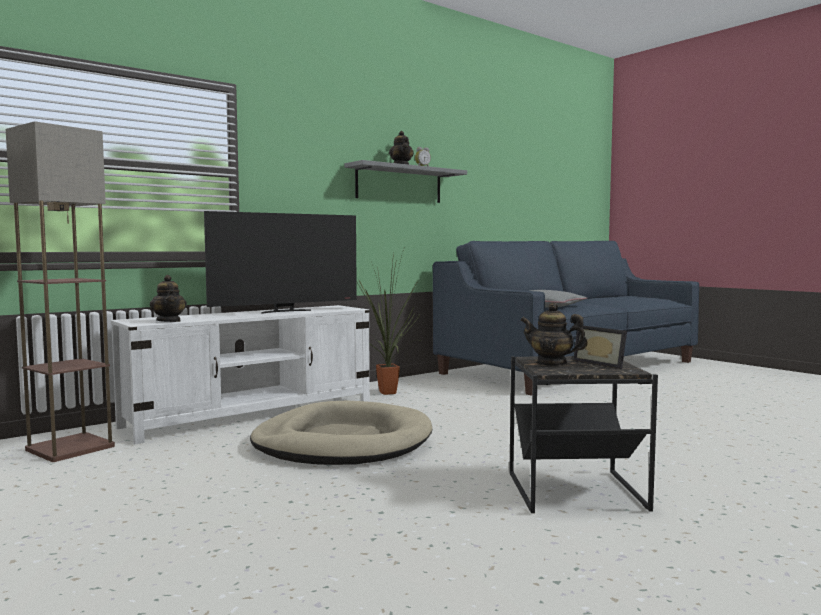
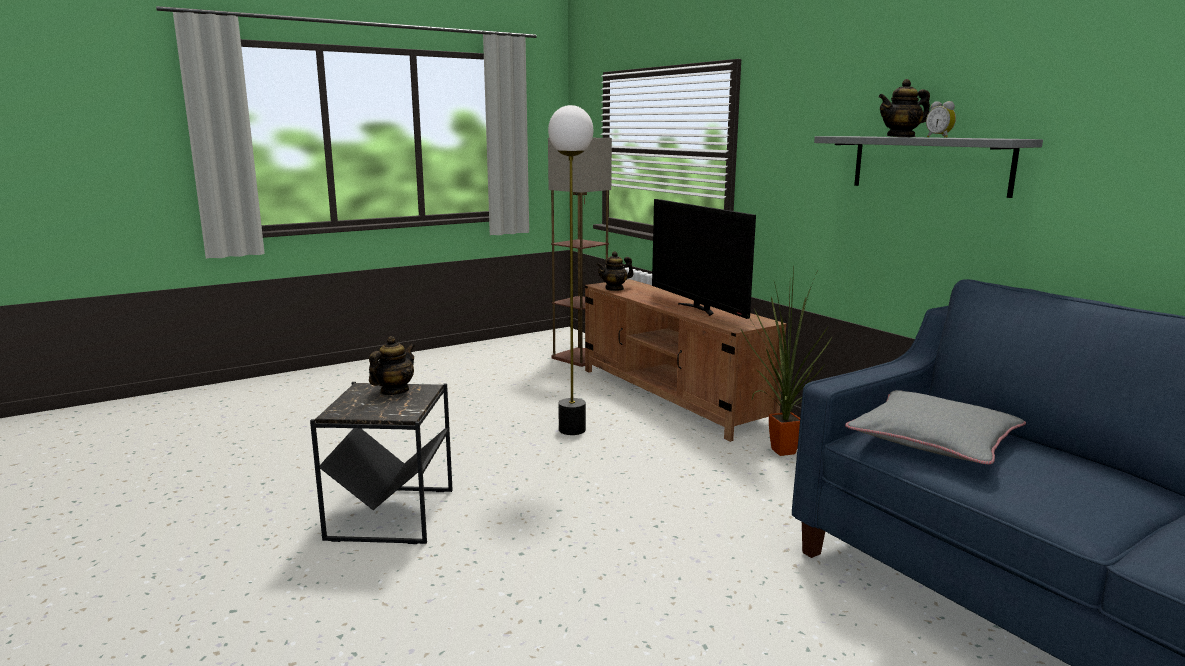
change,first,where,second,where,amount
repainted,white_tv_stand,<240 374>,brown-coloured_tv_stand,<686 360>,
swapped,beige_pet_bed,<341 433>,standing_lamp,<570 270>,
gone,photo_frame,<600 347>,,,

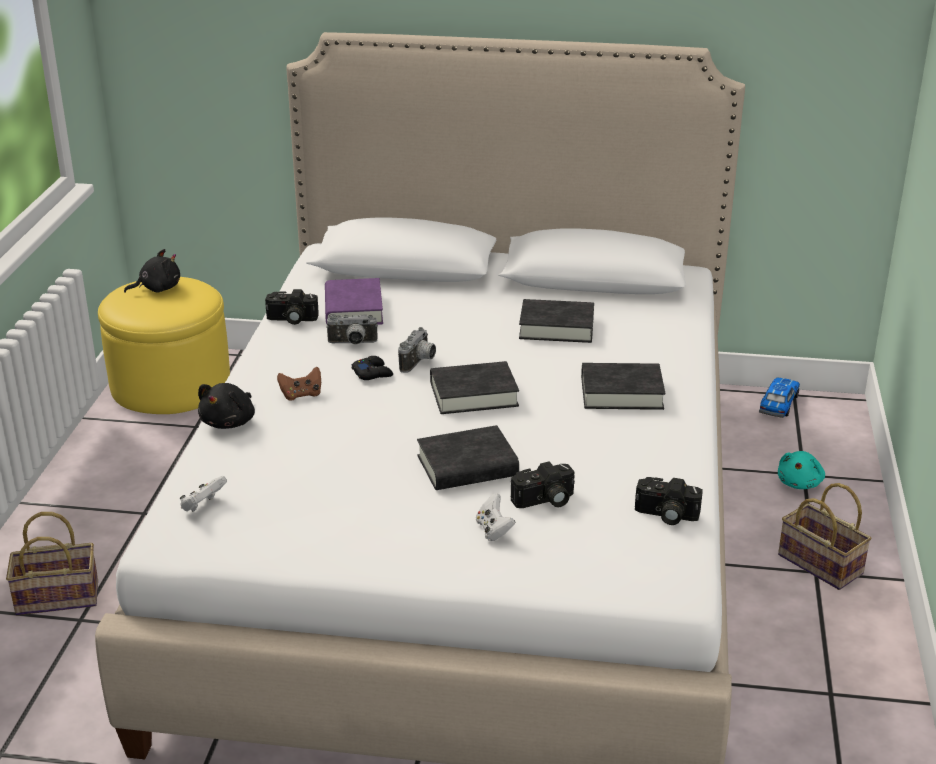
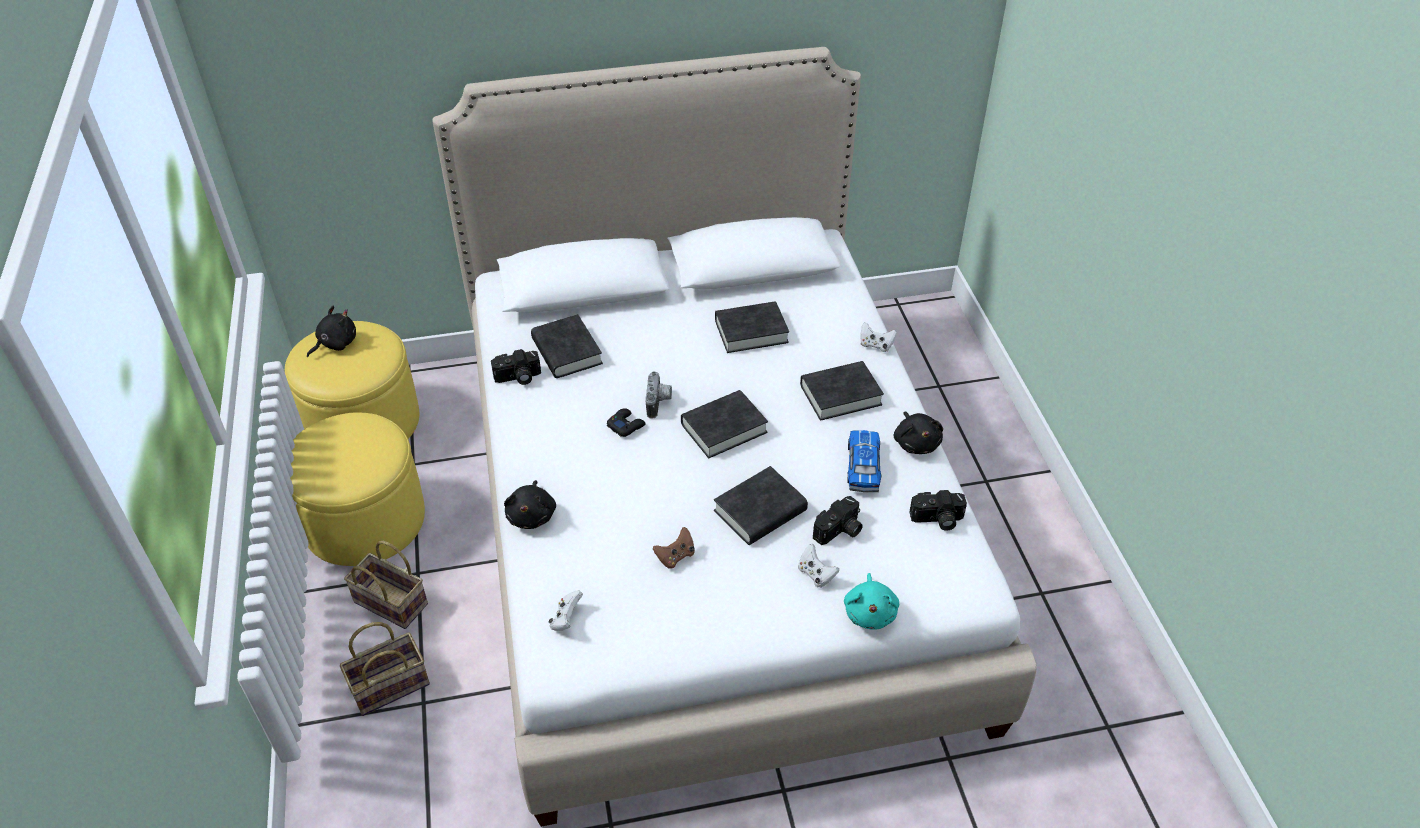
change,first,where,second,where,amount
shifted,brown-coloured_joypad,<299 384>,,<674 548>,
repainted,purplish_book,<354 301>,black-coloured_book,<567 346>,
gone,still_camera,<352 329>,,,
shifted,model_car,<779 397>,,<864 461>,
shifted,turquoise-coloured_cuddly_toy,<801 470>,,<871 601>,
shifted,basket,<824 536>,,<386 585>,
new,,,yellow-coloured_footrest,<357 489>,
new,,,white_joypad,<878 337>,
new,,,black-coloured_cuddly_toy,<918 432>,

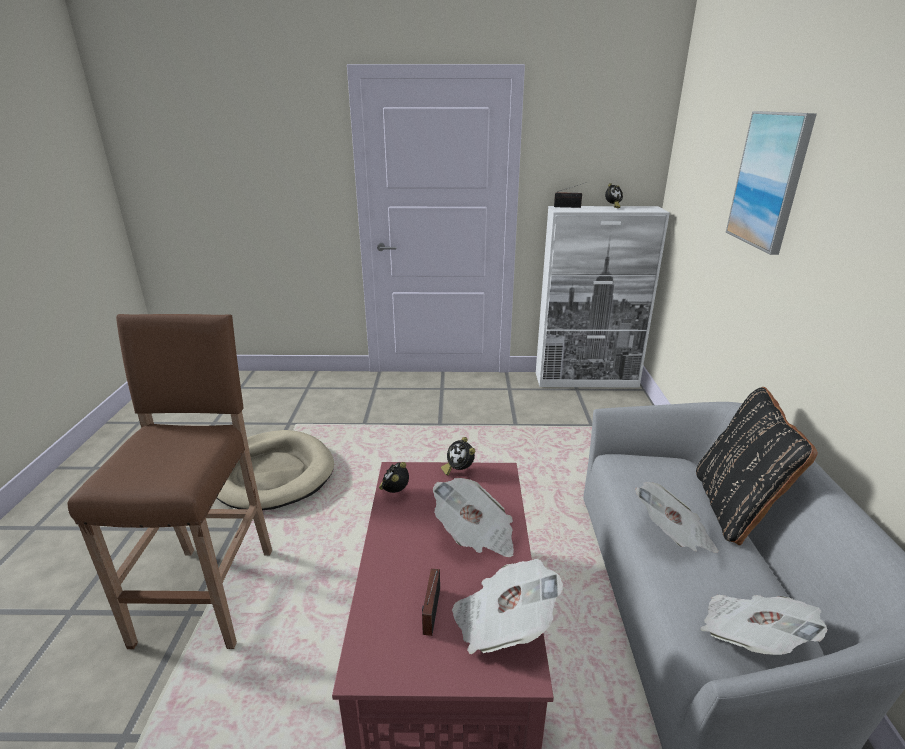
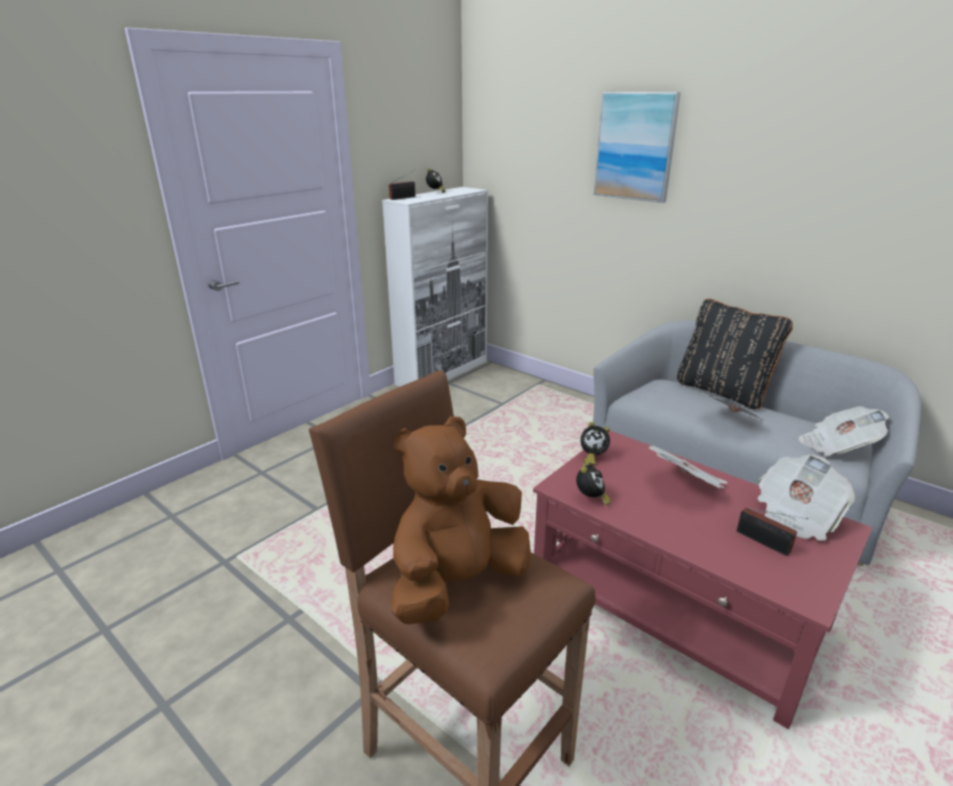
change,first,where,second,where,amount
gone,beige_pet_bed,<275 470>,,,
rotated,table_clock,<394 477>,,<593 483>,135 degrees counterclockwise
new,,,brown-coloured_cuddly_toy,<461 520>,

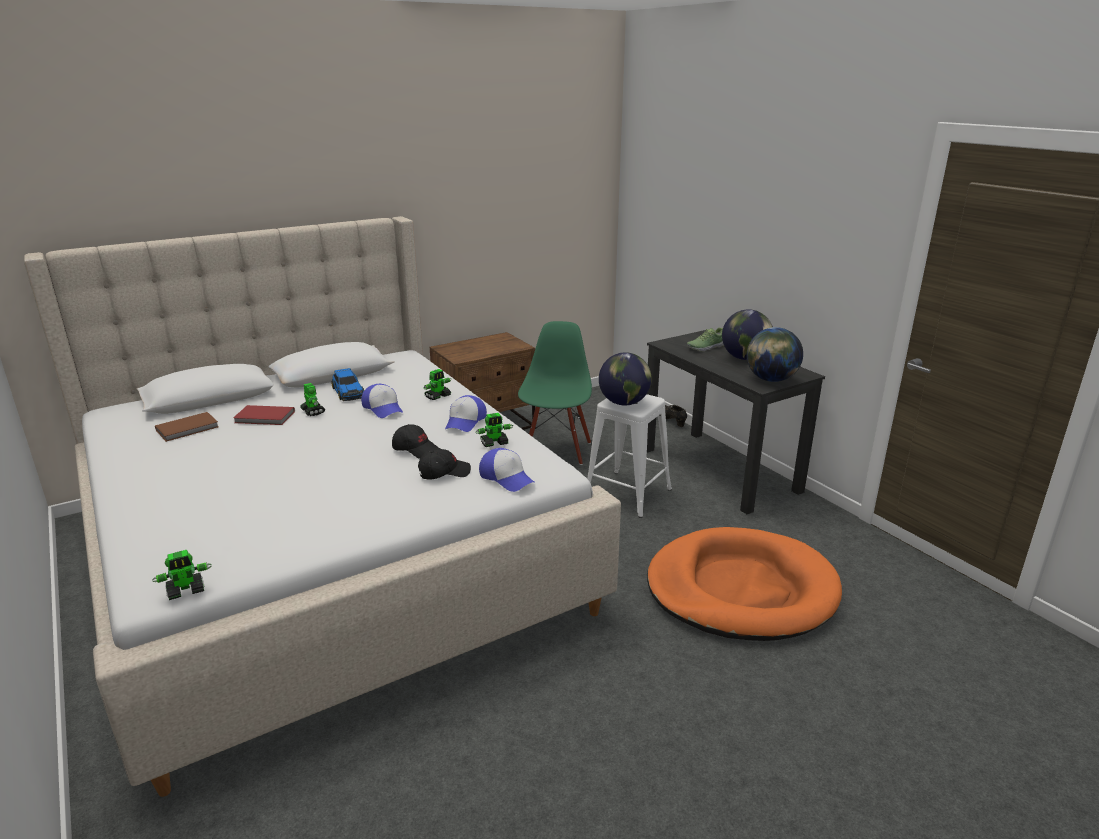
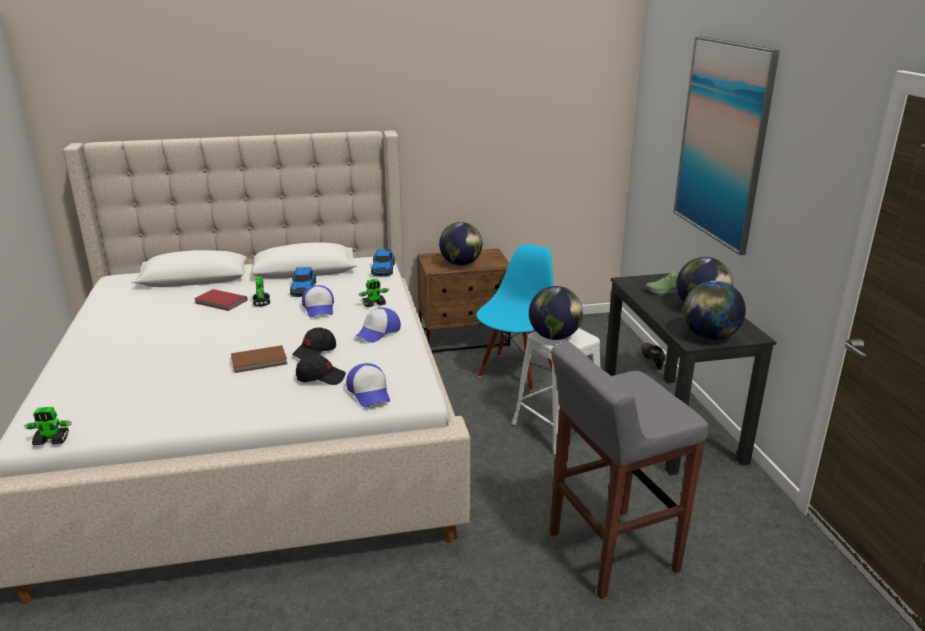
change,first,where,second,where,amount
shifted,brown-coloured_book,<187 427>,,<259 359>,
rotated,black-coloured_baseball_cap,<415 441>,,<314 343>,90 degrees clockwise
gone,toy_robot,<494 430>,,,
repainted,green-coloured_upright_chair,<555 393>,bluish_upright_chair,<515 317>,
swapped,orange-coloured_pet_bed,<744 584>,gray_stool_seat,<629 470>,
new,,,model_car,<383 262>,
new,,,globe,<460 244>,
new,,,picture,<726 145>,

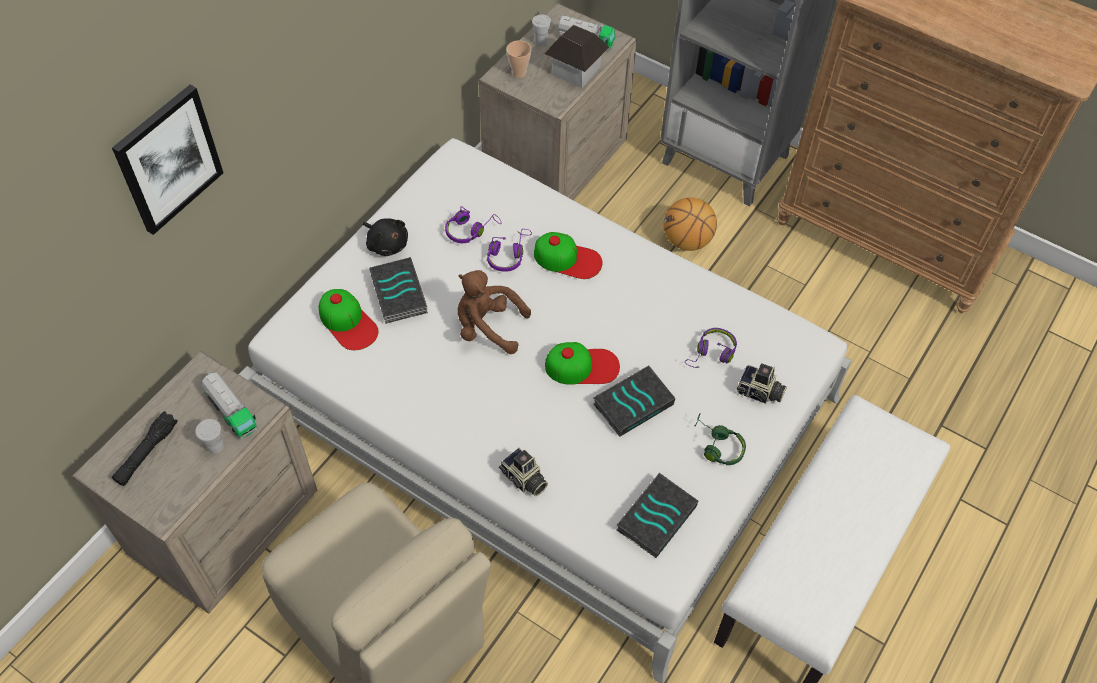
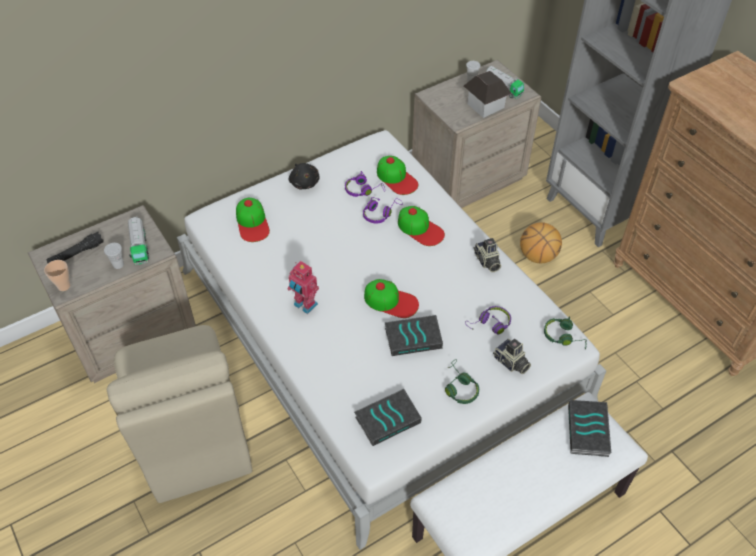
change,first,where,second,where,amount
gone,picture,<167 160>,,,
shifted,book,<398 290>,,<589 428>,
gone,brown-coloured_cuddly_toy,<494 312>,,,
shifted,still_camera,<523 472>,,<487 255>,
shifted,cup,<518 59>,,<57 275>,
new,,,toy_robot,<303 287>,
new,,,baseball_cap,<397 175>,
new,,,green-coloured_headset,<565 333>,

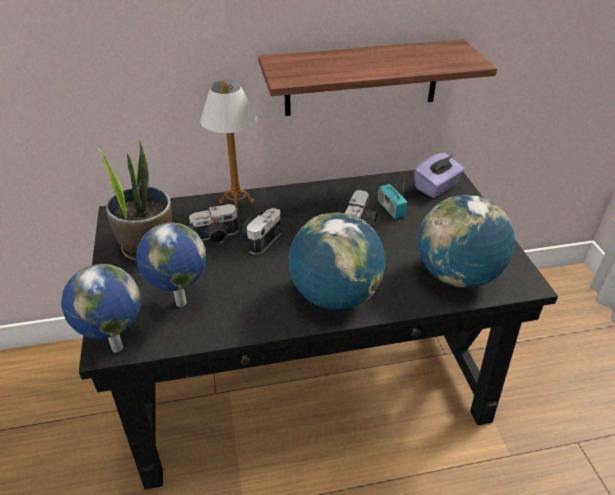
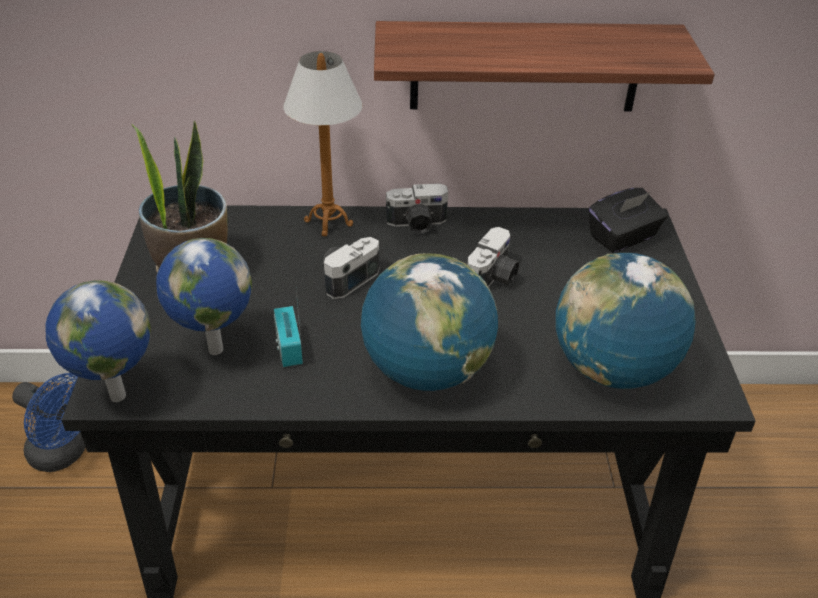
change,first,where,second,where,amount
shifted,still_camera,<214 224>,,<417 208>,
shifted,radio_set,<392 196>,,<288 328>,
repainted,purplish_tissue_holder,<439 175>,black-coloured_tissue_holder,<627 220>,
new,,,bluish_cooling_fan,<49 422>,

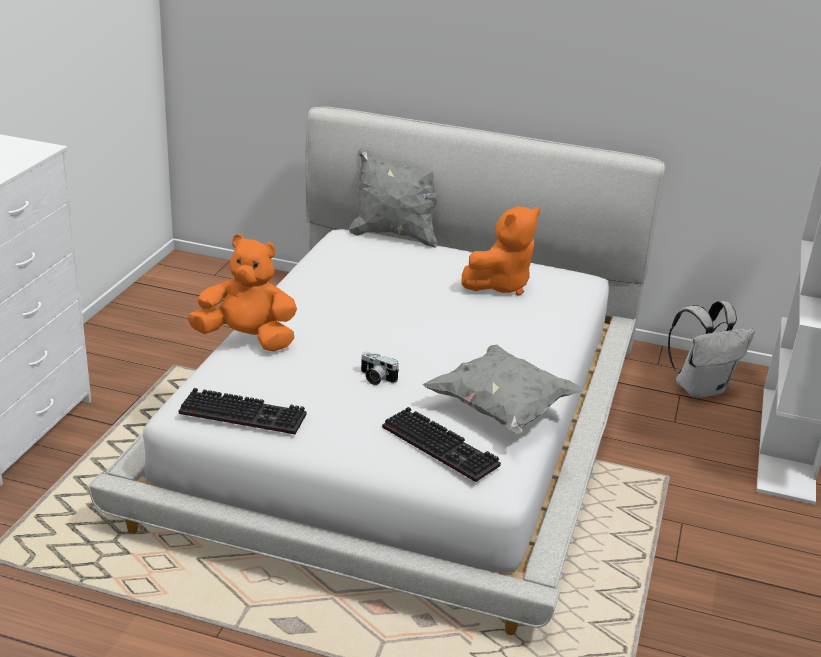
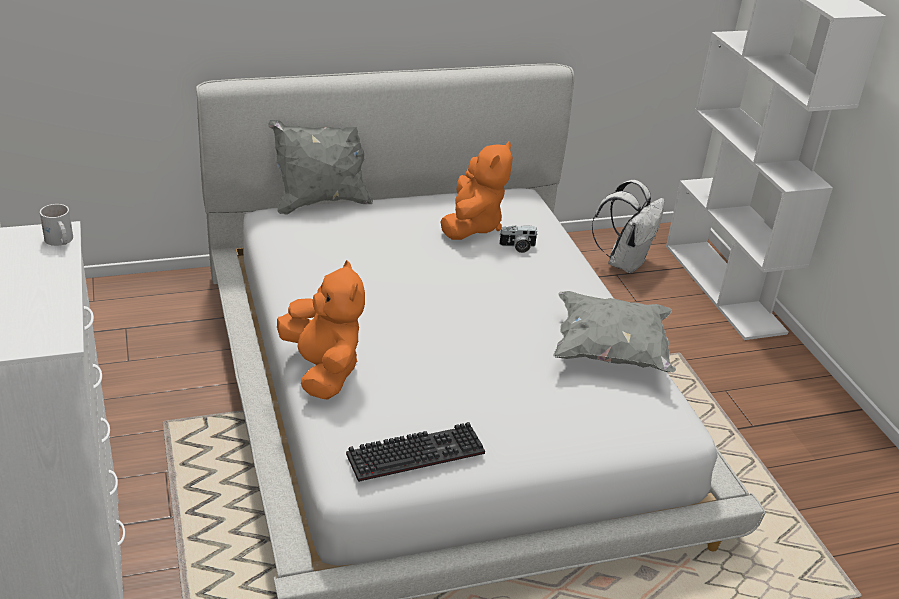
change,first,where,second,where,amount
rotated,orange-coloured_cuddly_toy,<242 292>,,<321 330>,90 degrees clockwise
shifted,still_camera,<380 368>,,<518 239>,
gone,PC_keyboard,<441 444>,,,
new,,,white_mug,<56 225>,

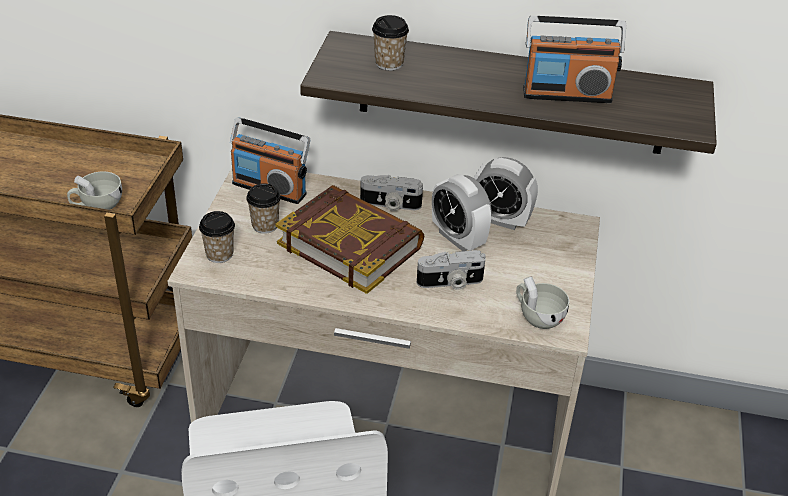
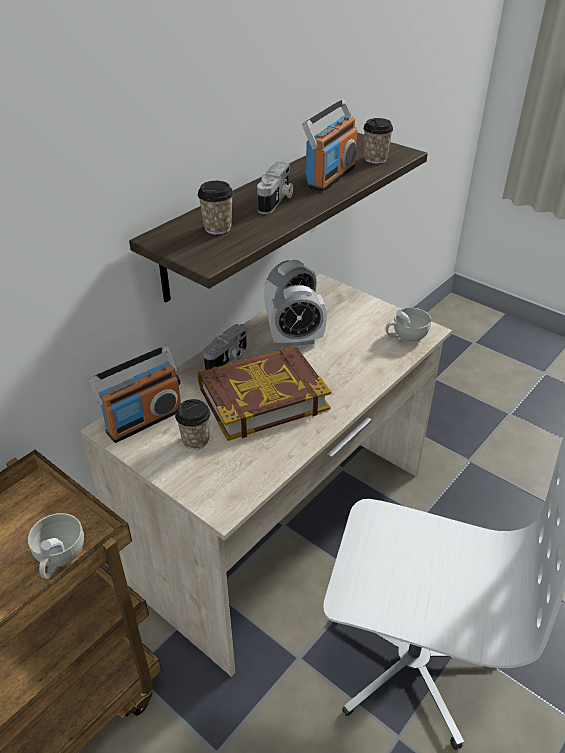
change,first,where,second,where,amount
shifted,cup,<217 237>,,<378 141>,
shifted,still_camera,<451 270>,,<275 188>,

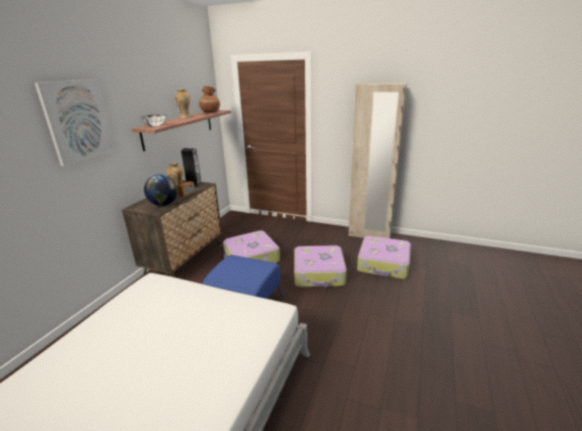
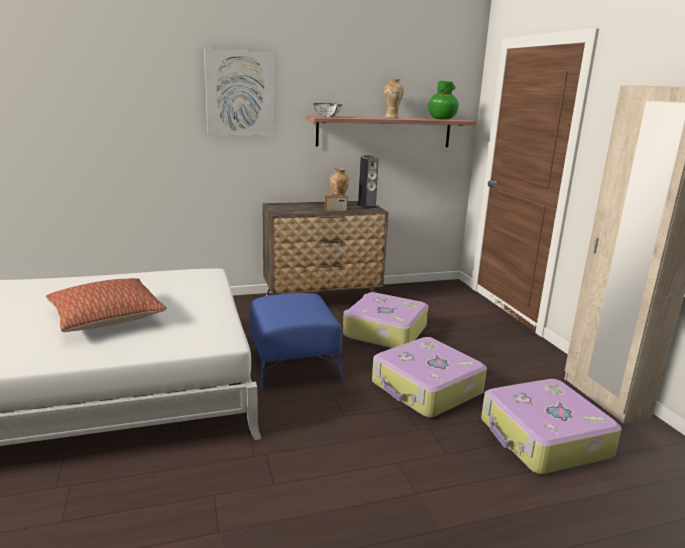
change,first,where,second,where,amount
gone,globe,<161 190>,,,
repainted,brown-coloured_decorative_vase,<209 99>,green-coloured_decorative_vase,<443 100>,
new,,,cushion,<106 305>,

